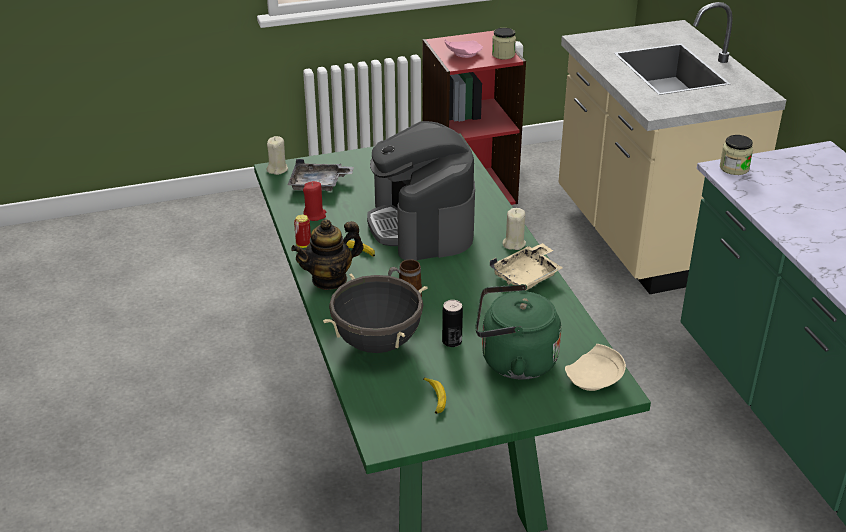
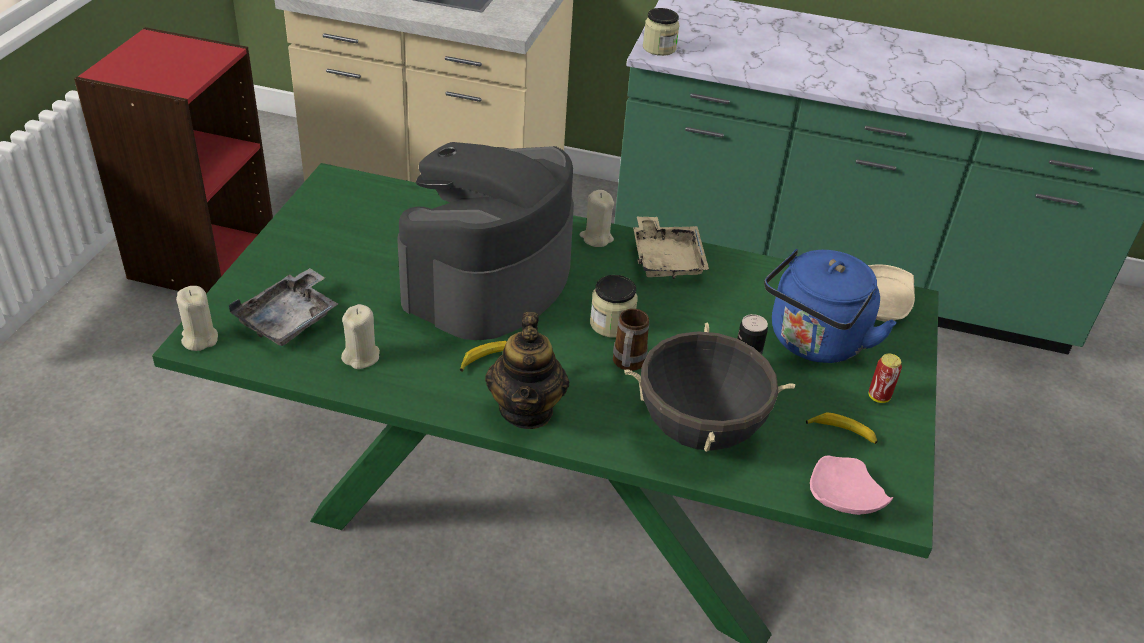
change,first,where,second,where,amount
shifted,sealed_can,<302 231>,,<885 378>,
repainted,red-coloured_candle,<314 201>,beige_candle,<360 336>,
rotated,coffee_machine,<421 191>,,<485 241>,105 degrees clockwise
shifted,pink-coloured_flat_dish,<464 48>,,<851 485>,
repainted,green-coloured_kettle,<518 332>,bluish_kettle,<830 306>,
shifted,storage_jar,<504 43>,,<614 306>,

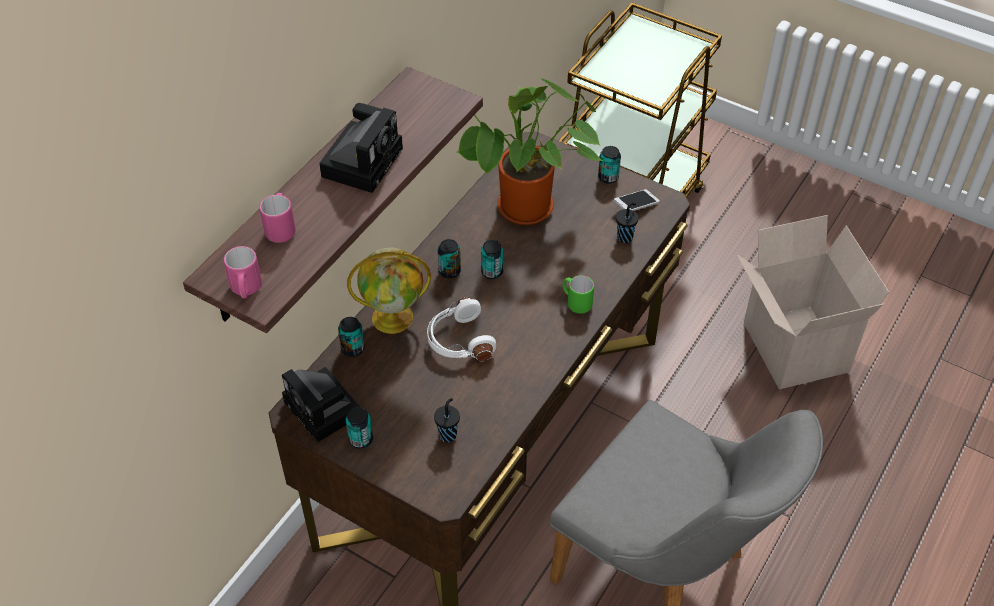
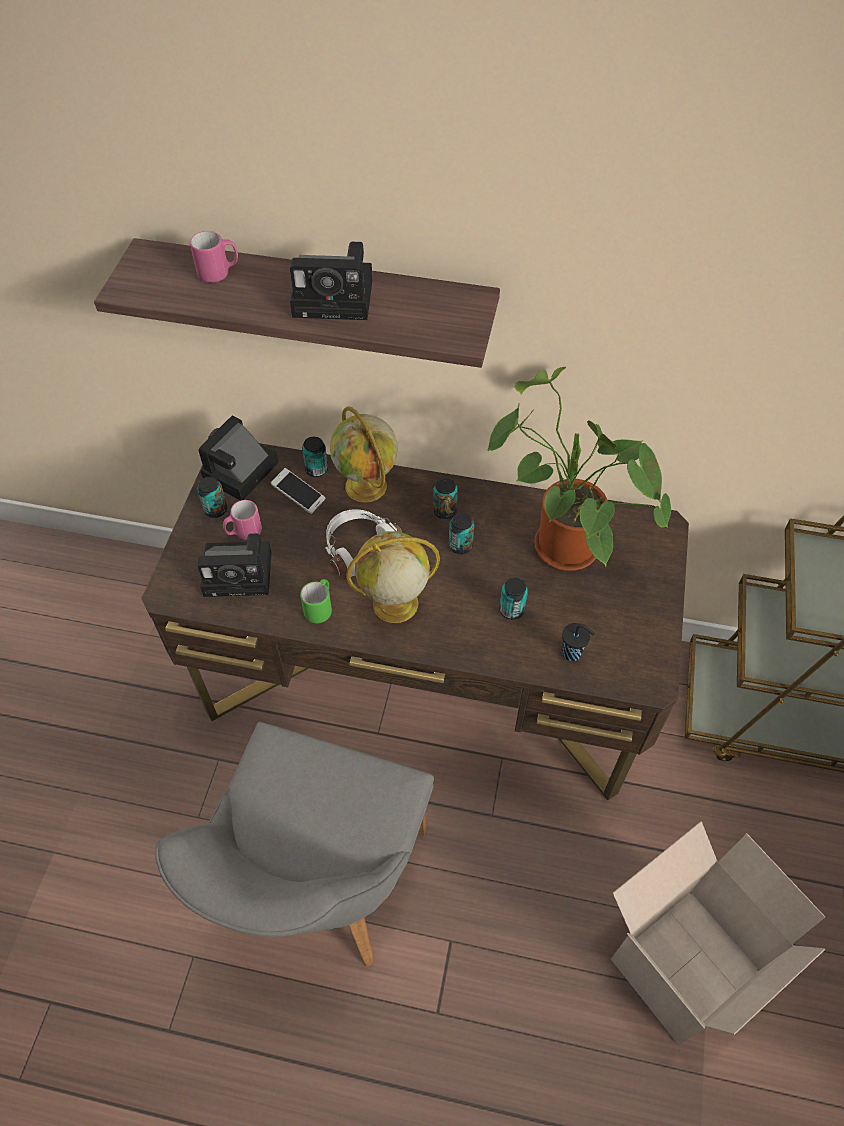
change,first,where,second,where,amount
shifted,pink-coloured_mug,<243 272>,,<242 520>,
swapped,black-coloured_cup,<447 420>,still_camera,<235 565>,
shifted,green-coloured_mug,<578 294>,,<316 601>,
shifted,sealed_can,<609 165>,,<513 599>,
shifted,phone,<637 200>,,<298 491>,
new,,,globe,<393 577>,

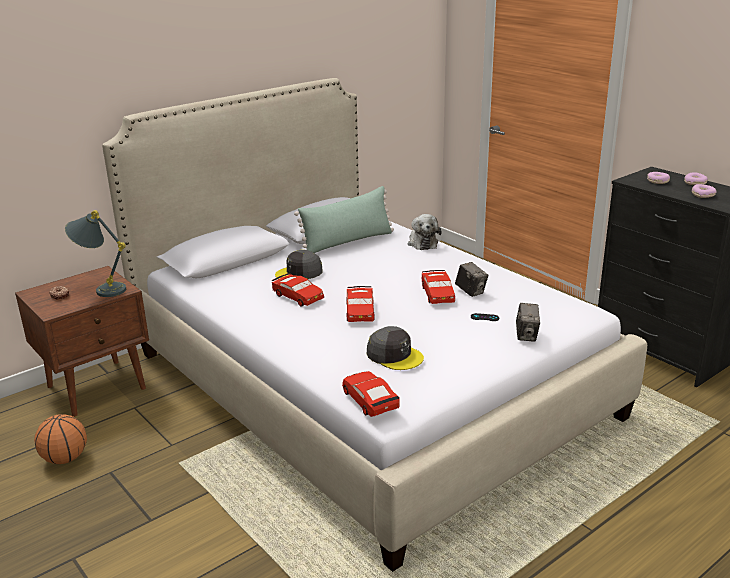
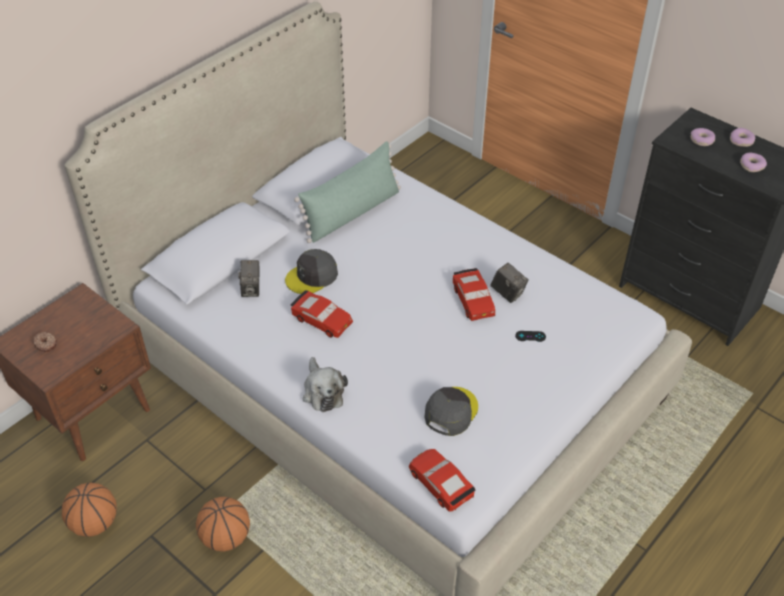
change,first,where,second,where,amount
gone,gray_lamp_for_a_table,<95 253>,,,
gone,red-coloured_model_car,<360 304>,,,
rotated,gray_baseball_cap,<395 348>,,<451 411>,90 degrees counterclockwise
shifted,cuddly_toy,<425 232>,,<325 384>,
shifted,still_camera,<528 322>,,<249 278>,
new,,,basketball,<223 524>,

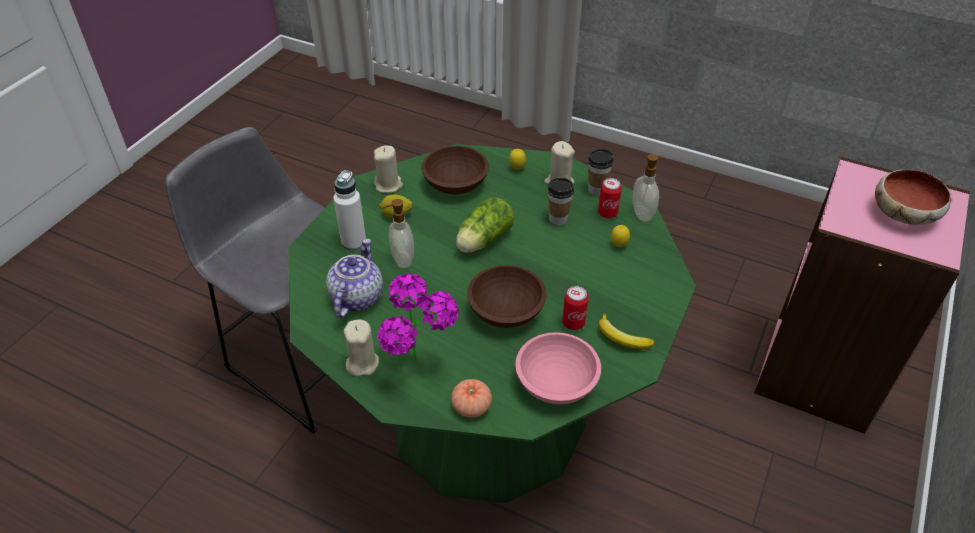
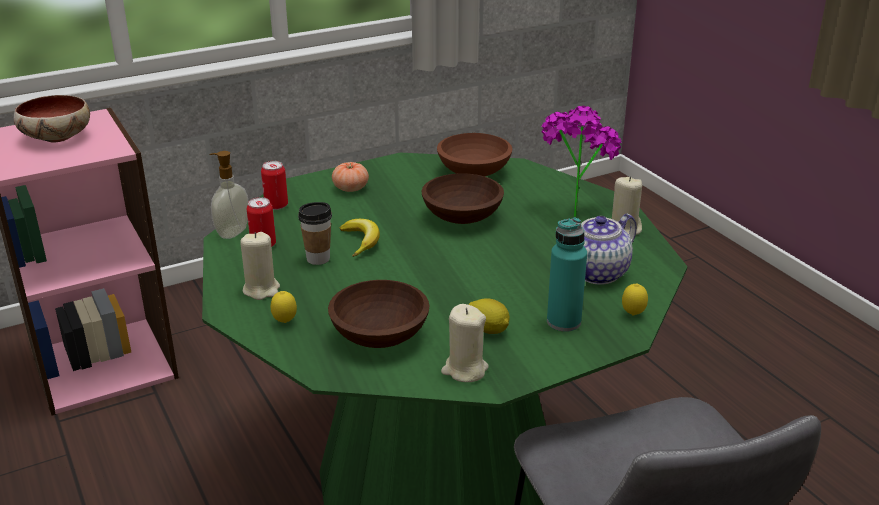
change,first,where,second,where,amount
repainted,white_bottle,<349 210>,turquoise-coloured_bottle,<567 275>,
gone,soap_bottle,<398 233>,,,
shifted,tomato,<471 398>,,<350 177>,
gone,lettuce,<485 225>,,,
repainted,pink-coloured_deep_dish,<558 368>,brown-coloured_deep_dish,<474 154>,
shifted,sealed_can,<575 308>,,<274 185>,
gone,cup,<601 172>,,,
shifted,whole_banana,<626 331>,,<360 238>,
shifted,whole_lemon,<620 236>,,<635 299>,

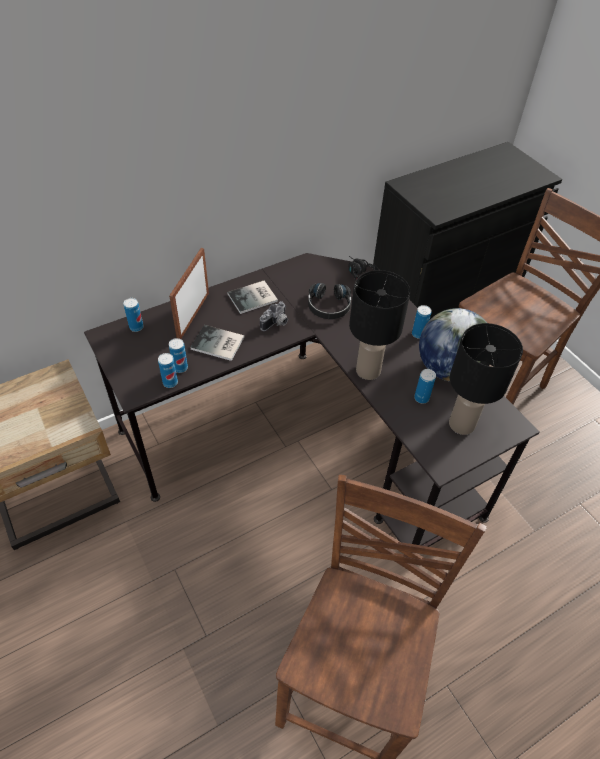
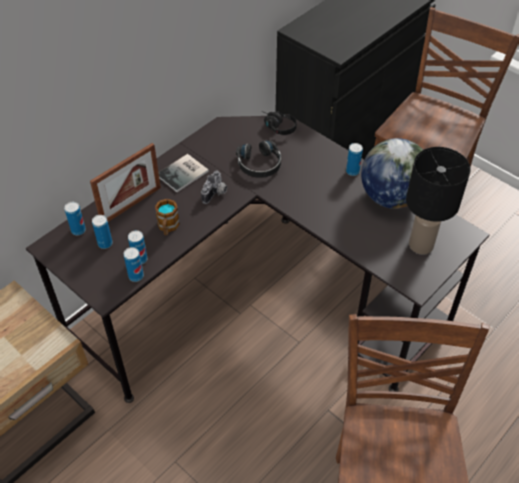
change,first,where,second,where,amount
rotated,photo_frame,<189 293>,,<125 182>,135 degrees counterclockwise
swapped,book,<217 343>,mug,<167 217>,
gone,black-coloured_lamp_for_a_table,<379 325>,,,
shifted,sealed_can,<425 386>,,<102 232>,

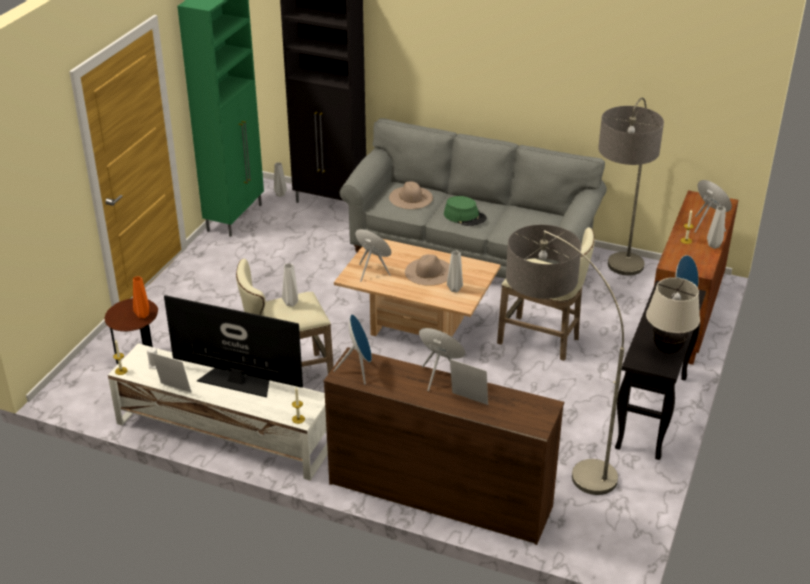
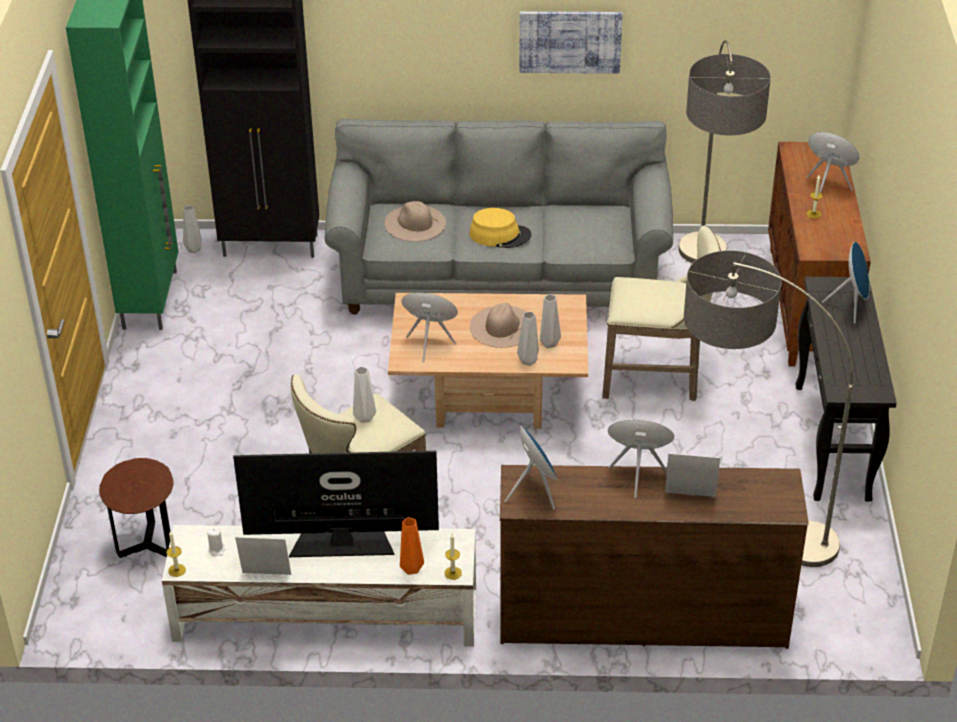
change,first,where,second,where,amount
shifted,orange-coloured_decorative_vase,<141 297>,,<412 546>,
repainted,green-coloured_clothing_hat,<465 211>,yellow-coloured_clothing_hat,<500 228>,
gone,beige_lamp_for_a_table,<673 315>,,,
shifted,gray_decorative_vase,<716 227>,,<528 338>,
new,,,picture,<571 42>,

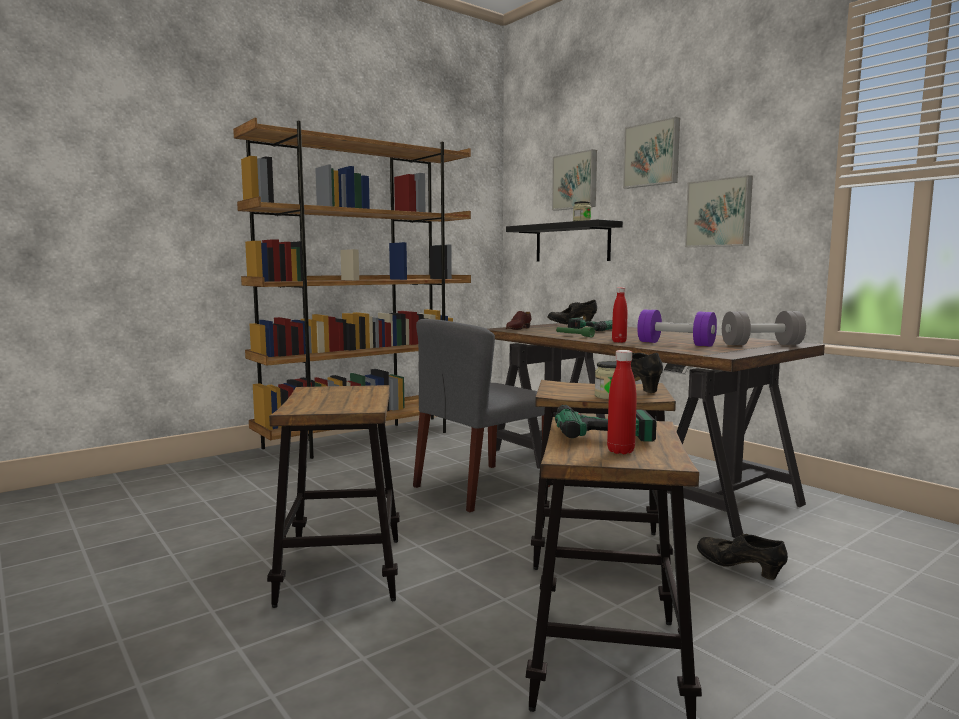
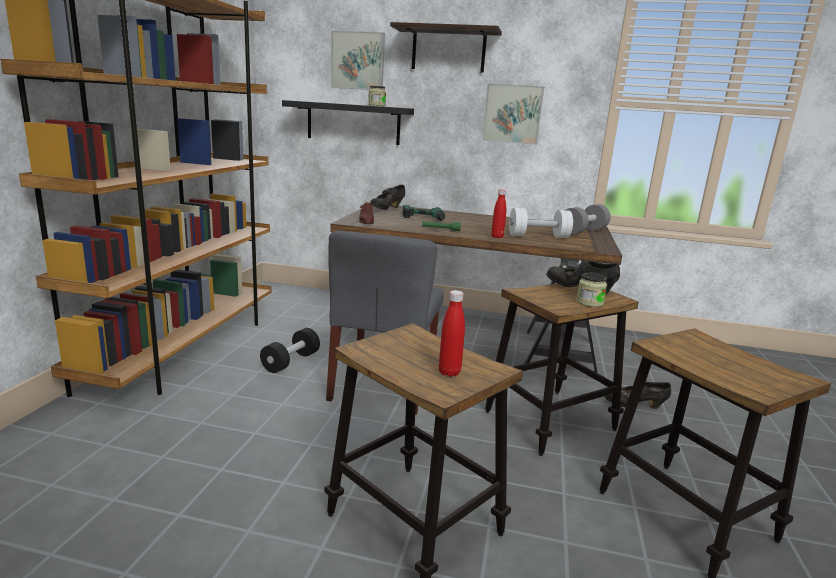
change,first,where,second,where,amount
gone,electric_drill,<606 423>,,,
shifted,red-coloured_bottle,<622 402>,,<452 333>,
swapped,picture,<651 153>,bracket_shelf,<446 47>,
repainted,purplish_free_weight,<677 328>,white_free_weight,<541 223>,
new,,,black-coloured_free_weight,<290 350>,

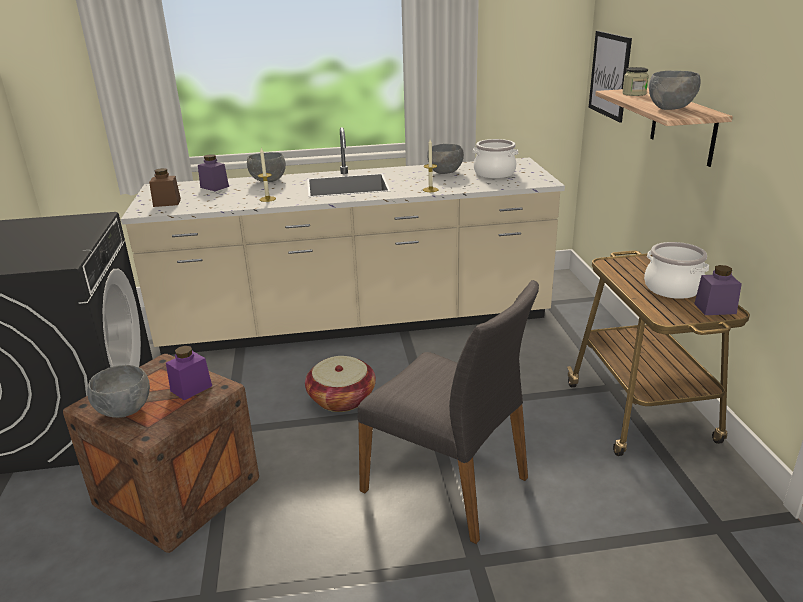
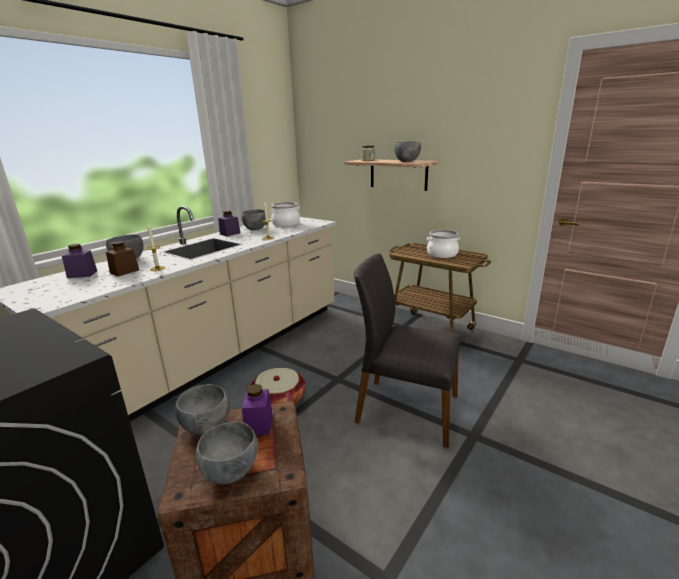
change,first,where,second,where,amount
shifted,brown-coloured_storage_jar,<165 187>,,<122 258>,
rotated,gray_upright_chair,<448 412>,,<407 350>,150 degrees counterclockwise
gone,picture,<610 76>,,,
shifted,purplish_storage_jar,<718 290>,,<229 223>,
new,,,gray_deep_dish,<202 409>,

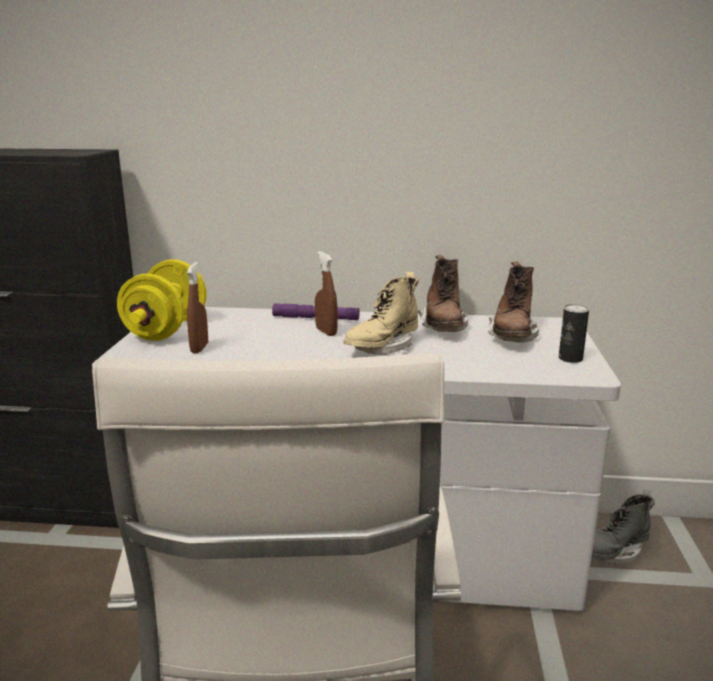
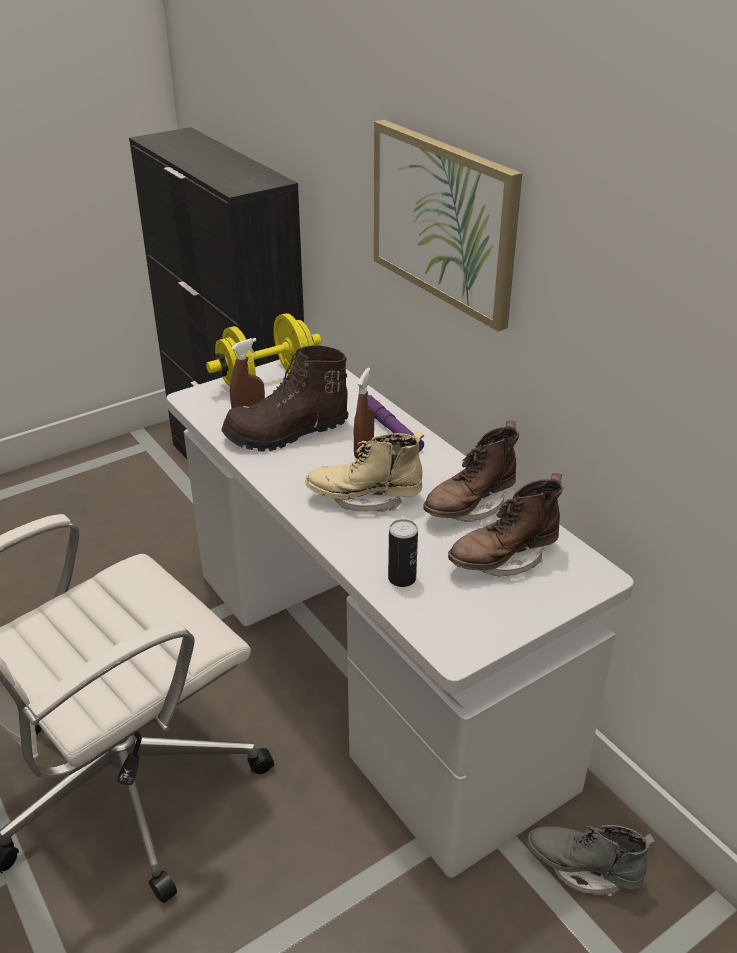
change,first,where,second,where,amount
shifted,sealed_can,<574 333>,,<403 553>,
new,,,brown-coloured_high-top_boot,<285 398>,
new,,,picture,<448 225>,

